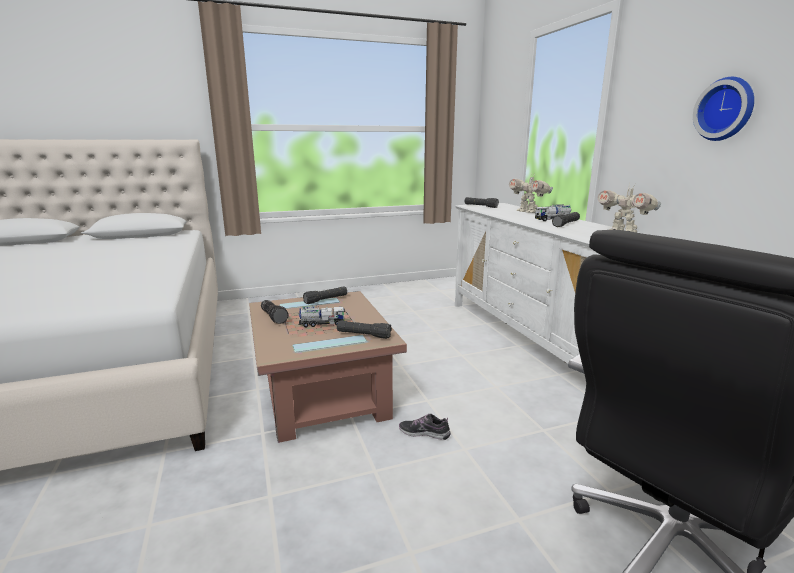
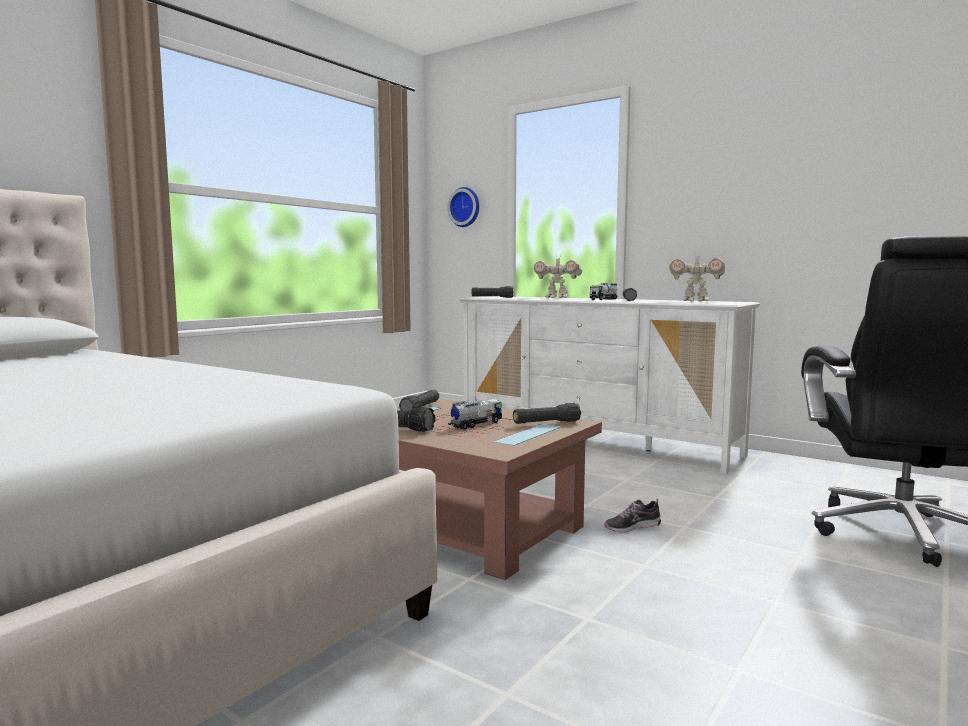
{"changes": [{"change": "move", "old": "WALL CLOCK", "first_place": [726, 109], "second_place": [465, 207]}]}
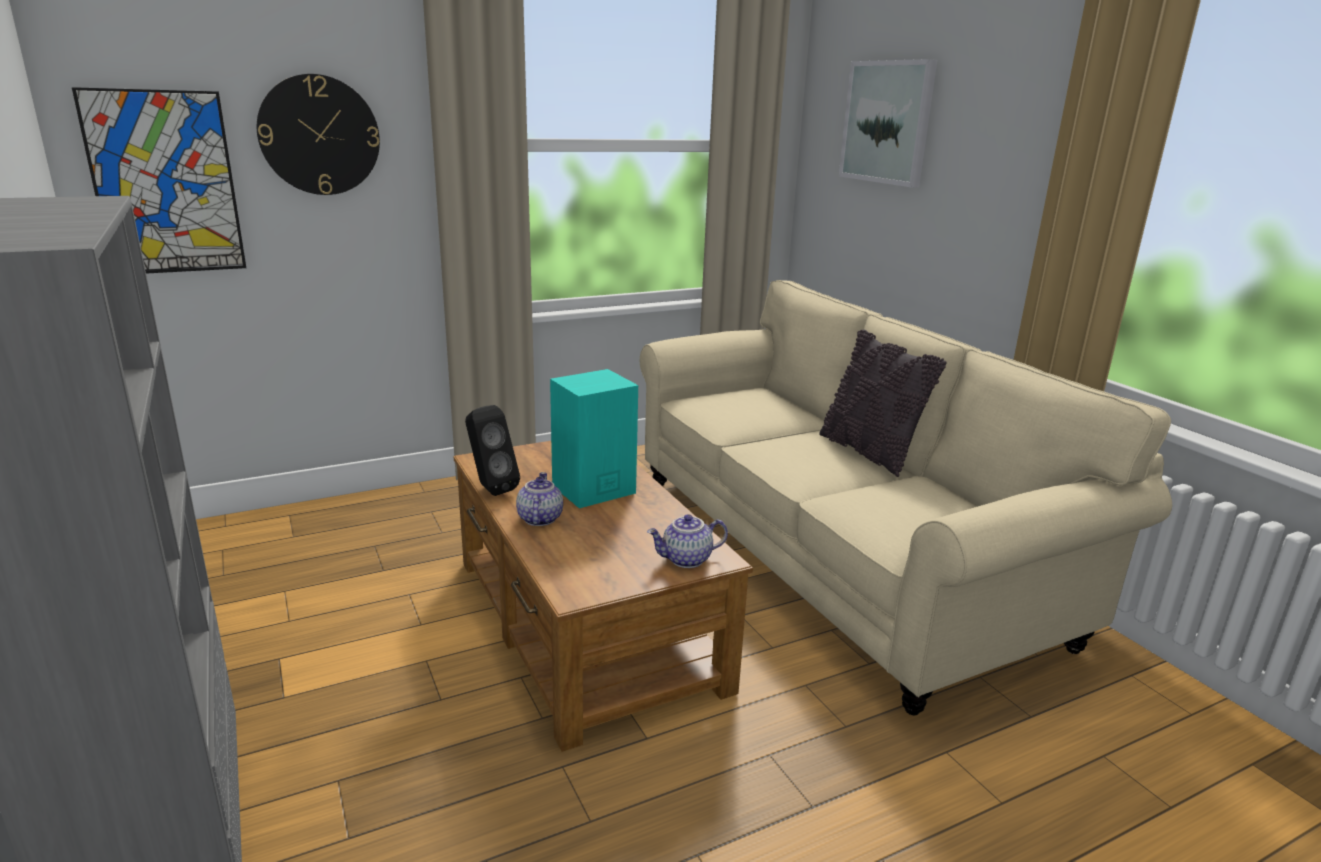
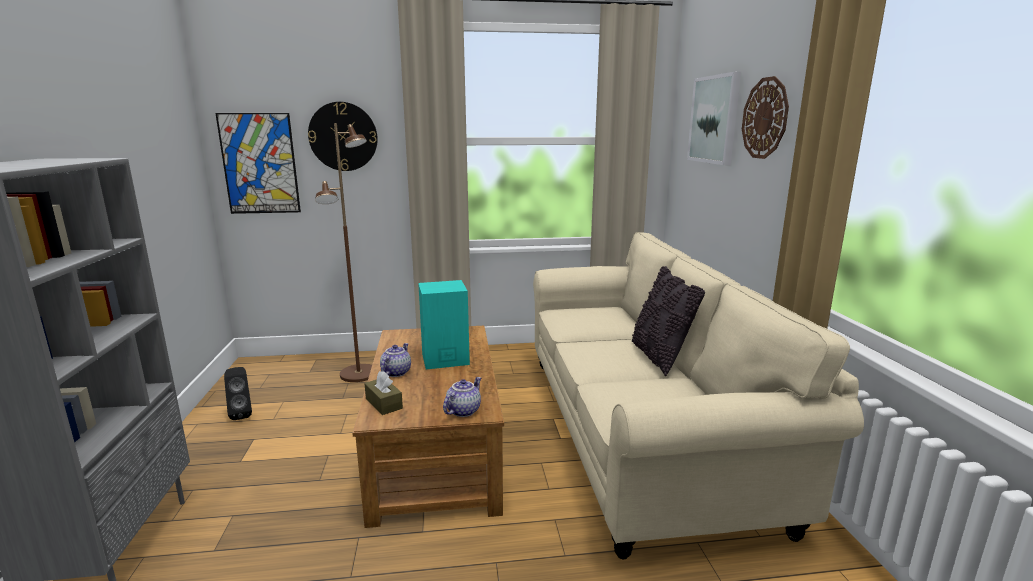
{"changes": [{"change": "move", "old": "BLACK SPEAKER", "first_place": [490, 488], "second_place": [242, 414]}, {"change": "insert", "new": "BROWN FLOOR LAMP", "second_place": [359, 374]}, {"change": "insert", "new": "BROWN TISSUE BOX", "second_place": [384, 403]}, {"change": "rotate", "old": "TEAPOT", "first_place": [686, 560], "second_place": [463, 410], "degrees": 120}, {"change": "insert", "new": "WALL CLOCK", "second_place": [765, 118]}]}
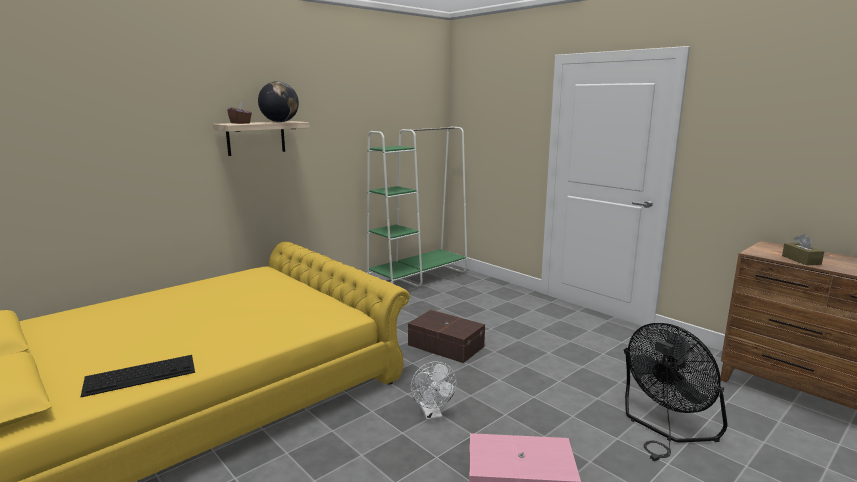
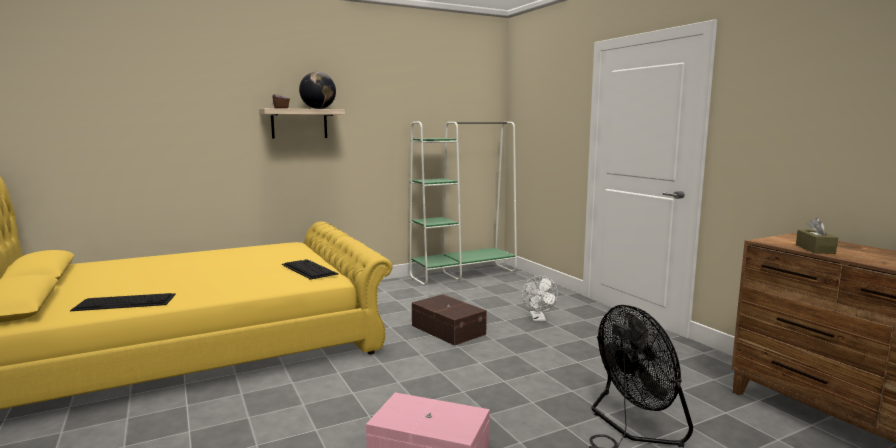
{"changes": [{"change": "insert", "new": "KEYBOARD", "second_place": [308, 269]}, {"change": "move", "old": "WHITE FAN", "first_place": [432, 414], "second_place": [538, 319]}]}
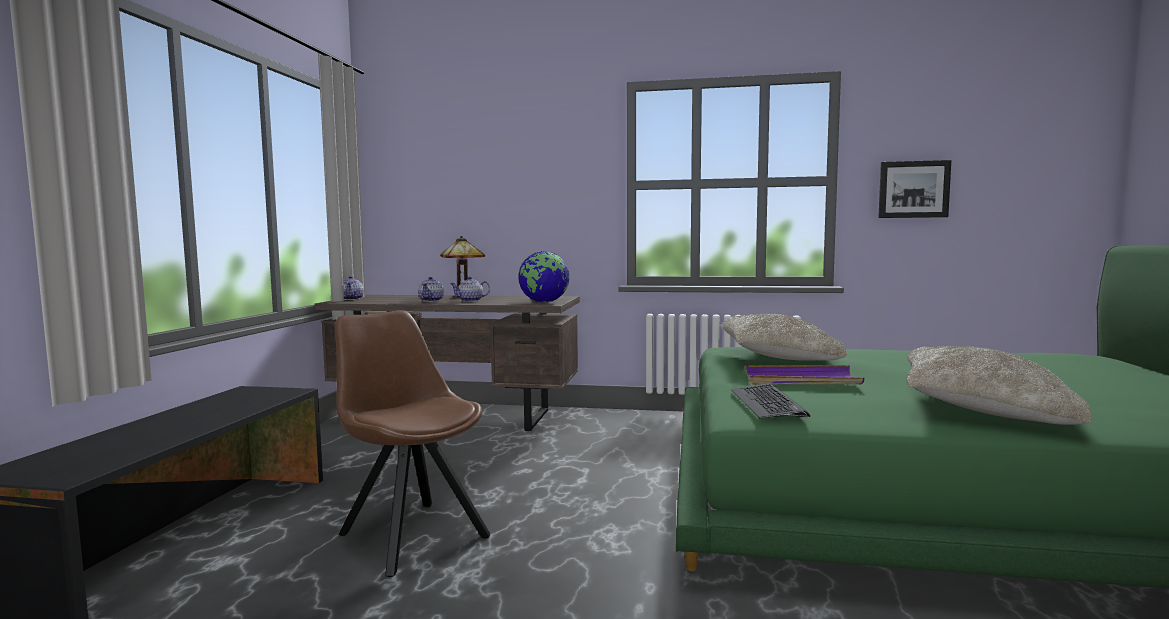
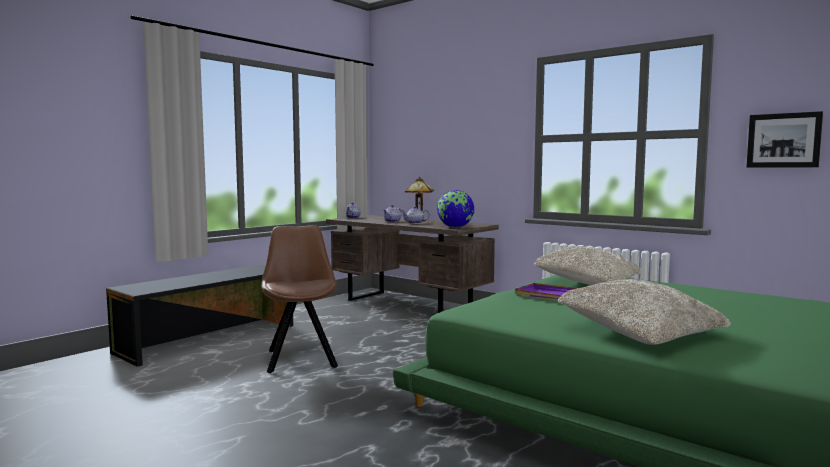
{"changes": [{"change": "delete", "old": "KEYBOARD", "first_place": [768, 403]}]}
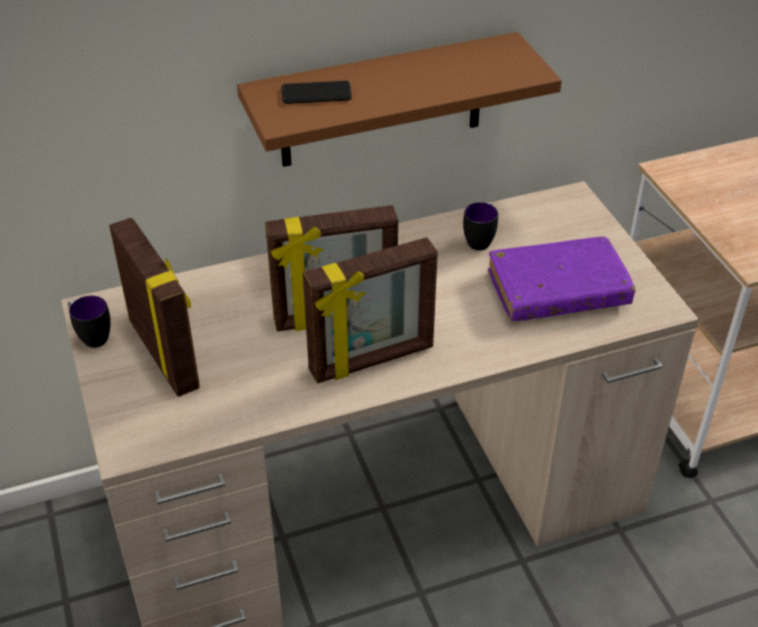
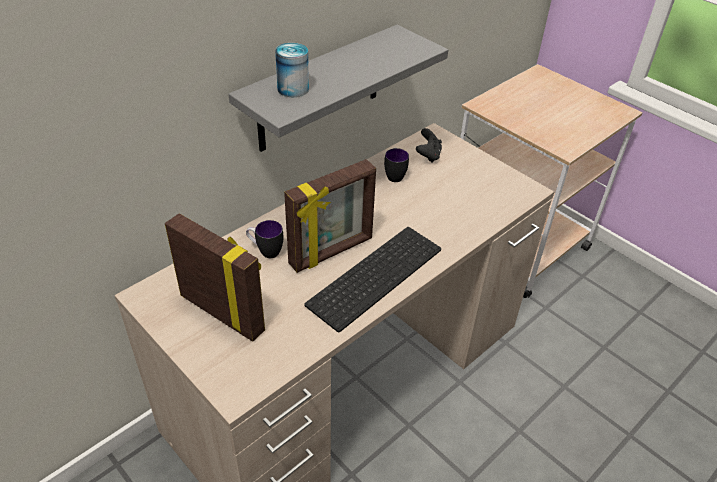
{"changes": [{"change": "recolor", "old": "BROWN SHELF", "new": "GREY SHELF", "first_place": [382, 101], "second_place": [320, 90]}, {"change": "move", "old": "MUG", "first_place": [91, 336], "second_place": [265, 251]}, {"change": "replace", "old": "PHONE", "new": "CAN", "first_place": [316, 94], "second_place": [293, 89]}, {"change": "replace", "old": "PICTURE FRAME", "new": "KEYBOARD", "first_place": [372, 360], "second_place": [374, 274]}, {"change": "insert", "new": "BLACK GAME CONTROLLER", "second_place": [428, 155]}, {"change": "delete", "old": "PURPLE BOOK", "first_place": [558, 291]}]}
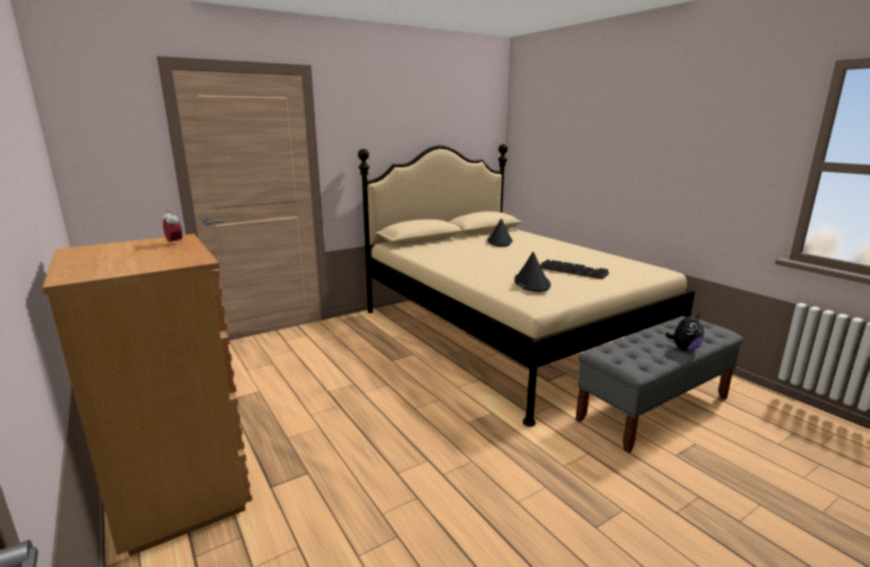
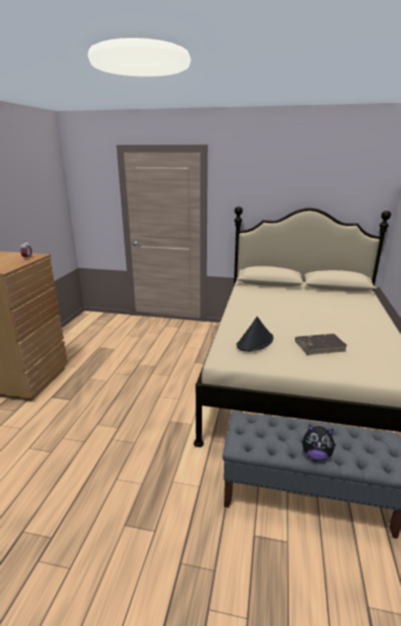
{"changes": [{"change": "replace", "old": "KEYBOARD", "new": "BROWN BOOK", "first_place": [574, 271], "second_place": [320, 346]}, {"change": "delete", "old": "BLACK HAT", "first_place": [500, 241]}]}
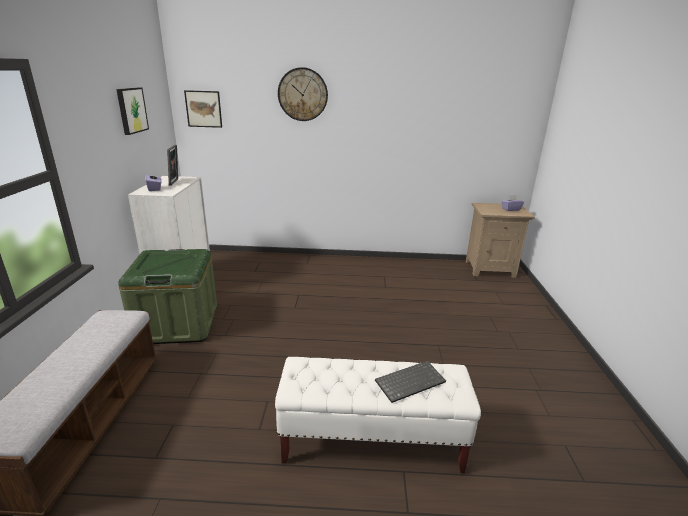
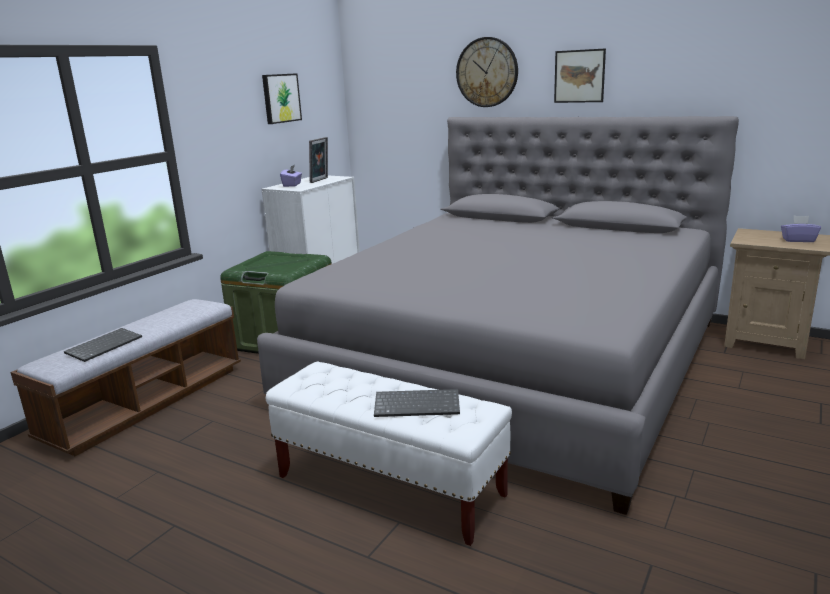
{"changes": [{"change": "insert", "new": "KEYBOARD", "second_place": [104, 345]}, {"change": "insert", "new": "GREY BED", "second_place": [514, 362]}, {"change": "move", "old": "PICTURE", "first_place": [203, 109], "second_place": [579, 76]}]}
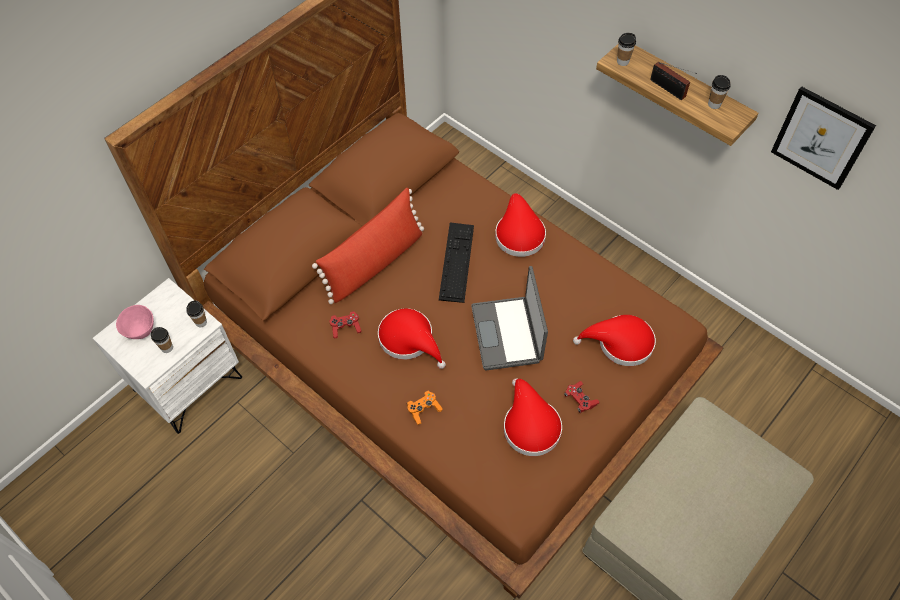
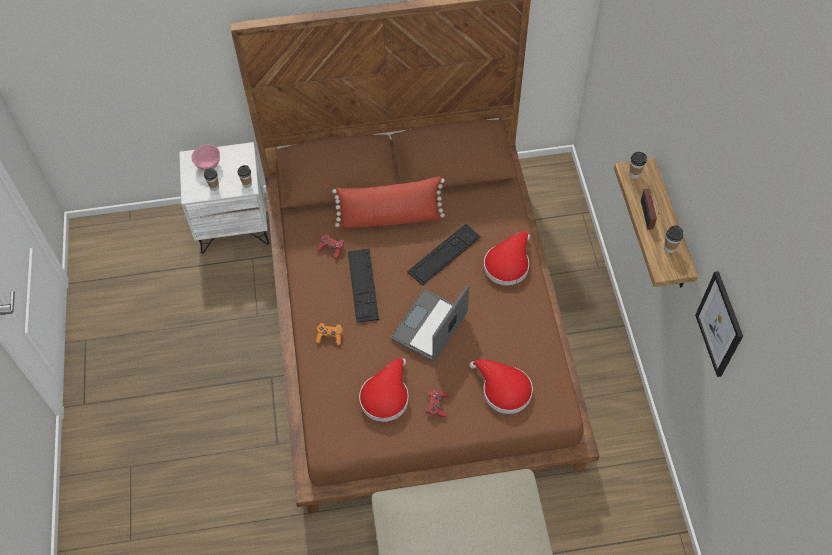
{"changes": [{"change": "replace", "old": "RED HAT", "new": "KEYBOARD", "first_place": [409, 340], "second_place": [363, 285]}]}
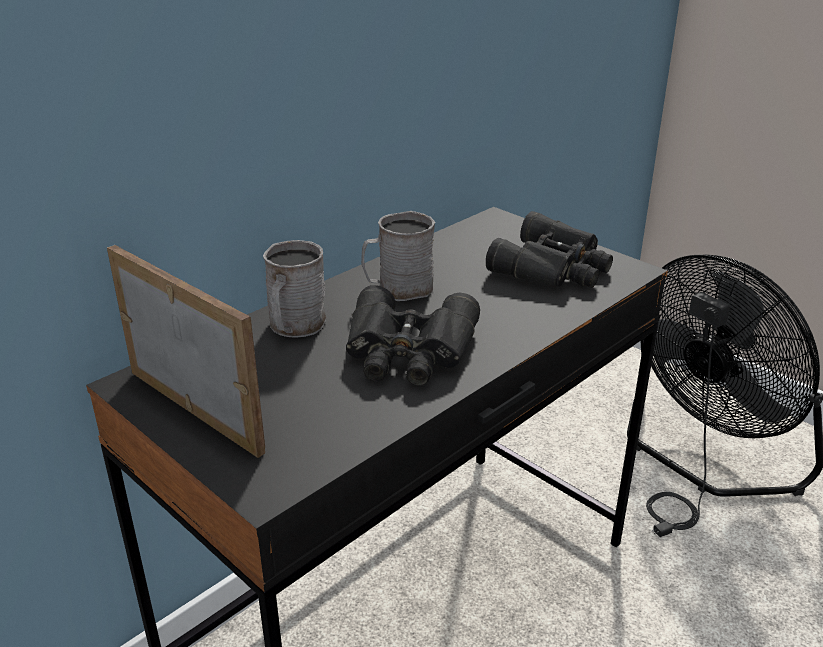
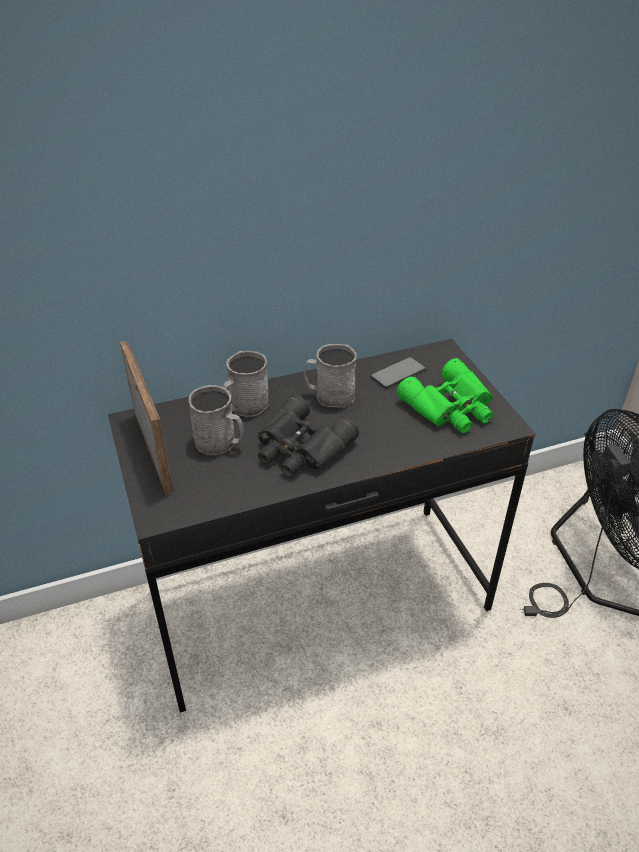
{"changes": [{"change": "insert", "new": "GREY MUG", "second_place": [220, 443]}, {"change": "insert", "new": "PHONE", "second_place": [398, 373]}, {"change": "recolor", "old": "BLACK BINOCULARS", "new": "GREEN BINOCULARS", "first_place": [554, 267], "second_place": [451, 407]}]}
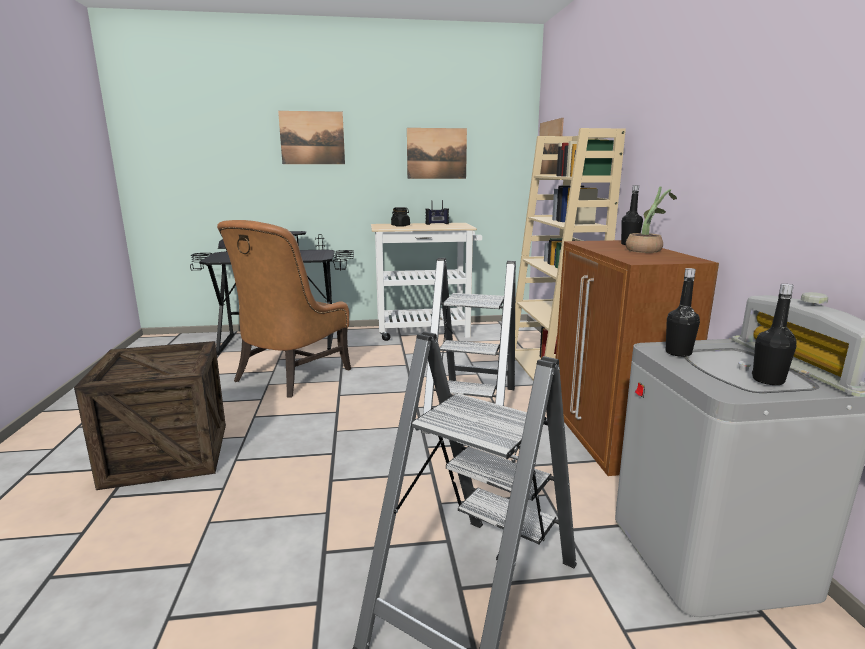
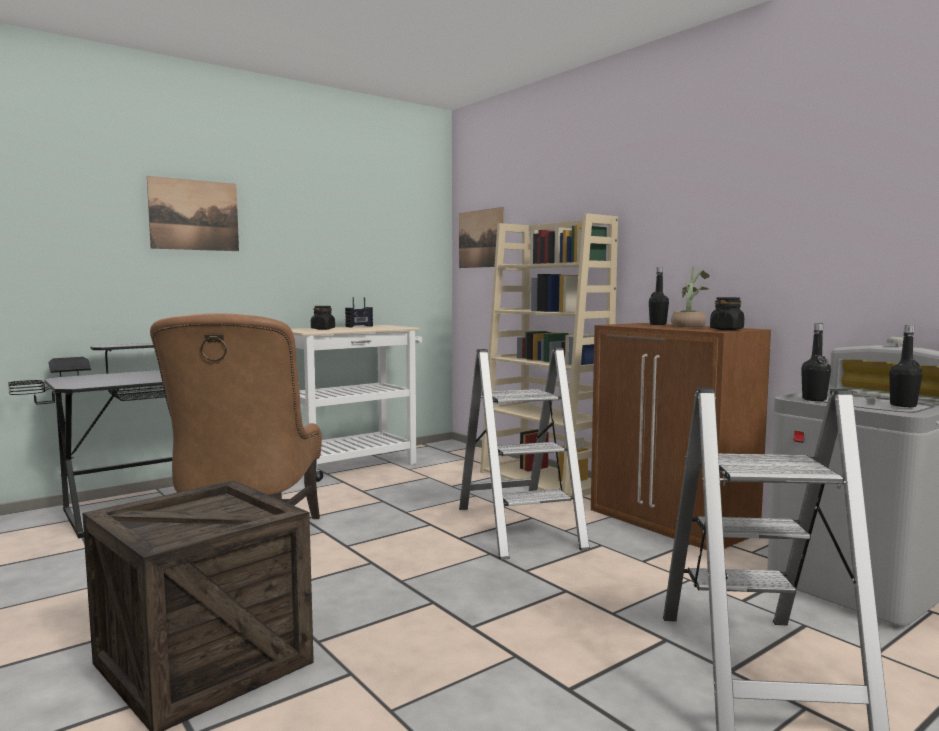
{"changes": [{"change": "insert", "new": "BLACK JAR", "second_place": [726, 329]}, {"change": "delete", "old": "PICTURE", "first_place": [436, 153]}]}
